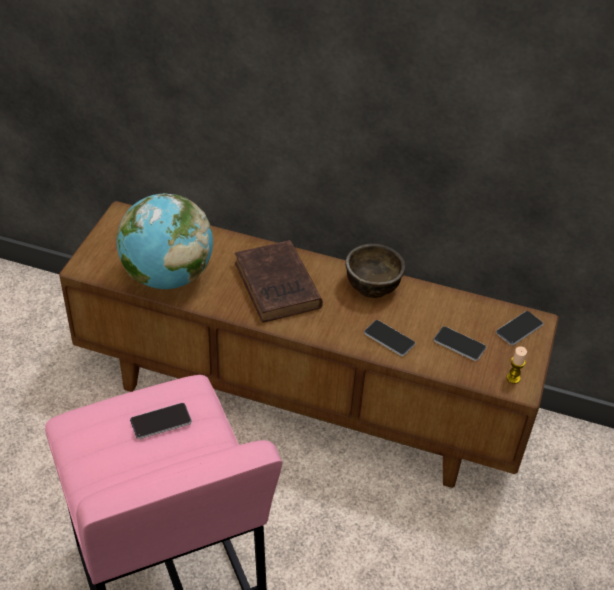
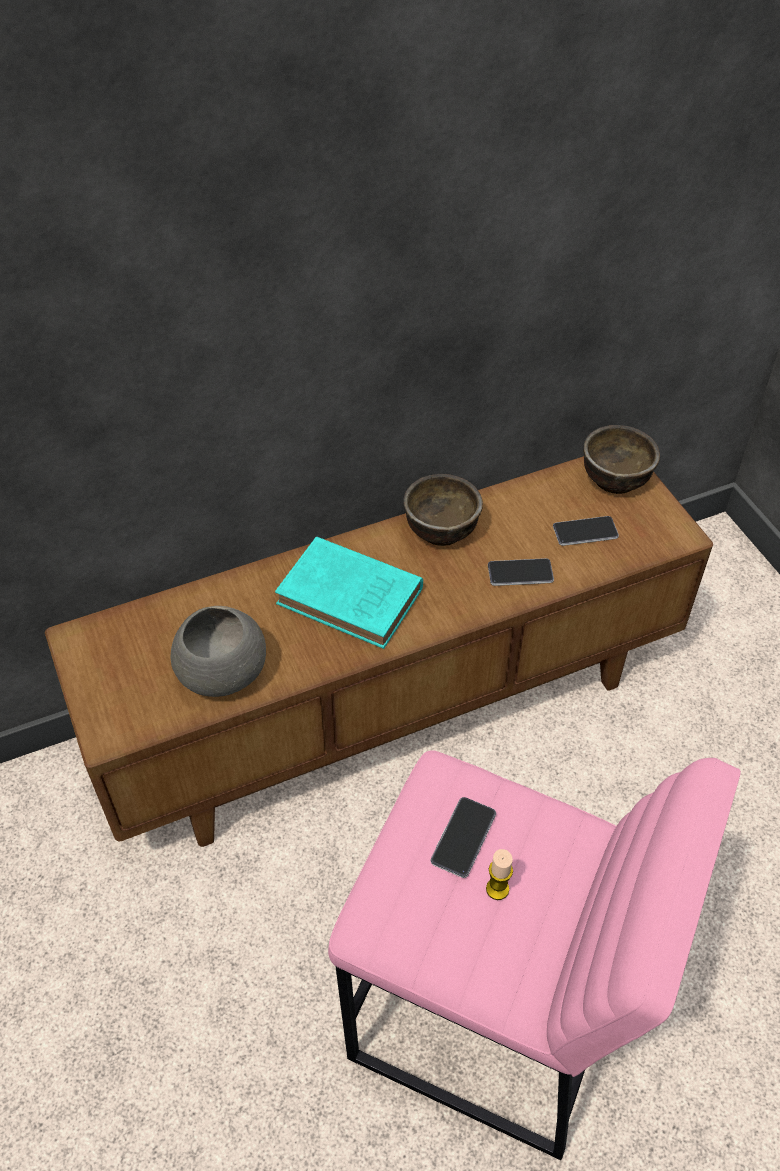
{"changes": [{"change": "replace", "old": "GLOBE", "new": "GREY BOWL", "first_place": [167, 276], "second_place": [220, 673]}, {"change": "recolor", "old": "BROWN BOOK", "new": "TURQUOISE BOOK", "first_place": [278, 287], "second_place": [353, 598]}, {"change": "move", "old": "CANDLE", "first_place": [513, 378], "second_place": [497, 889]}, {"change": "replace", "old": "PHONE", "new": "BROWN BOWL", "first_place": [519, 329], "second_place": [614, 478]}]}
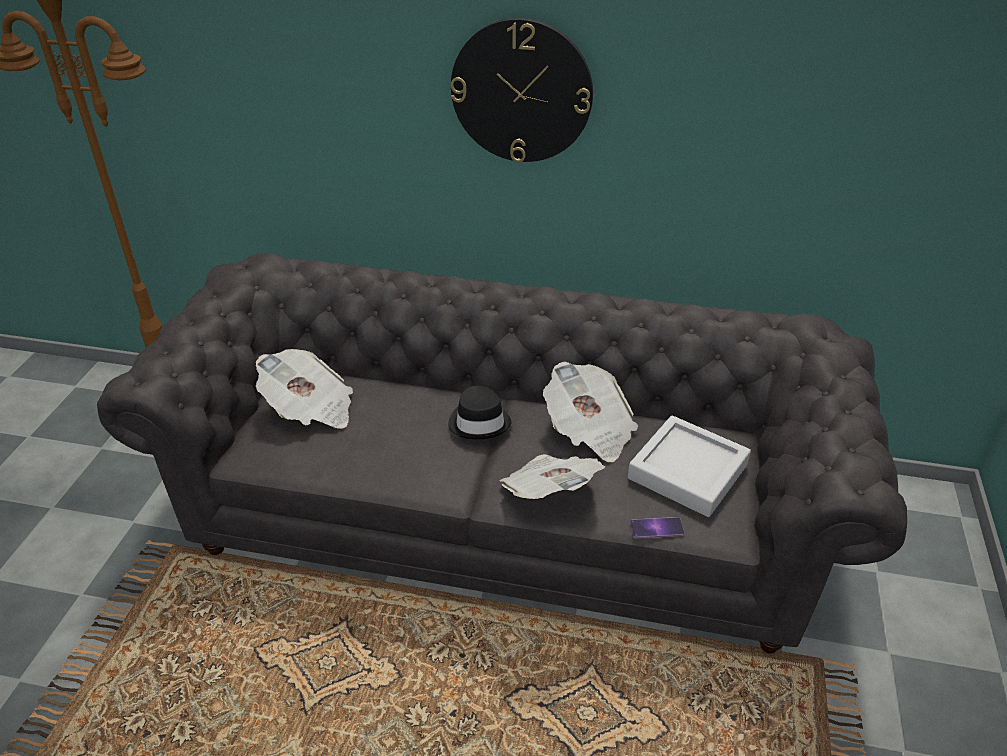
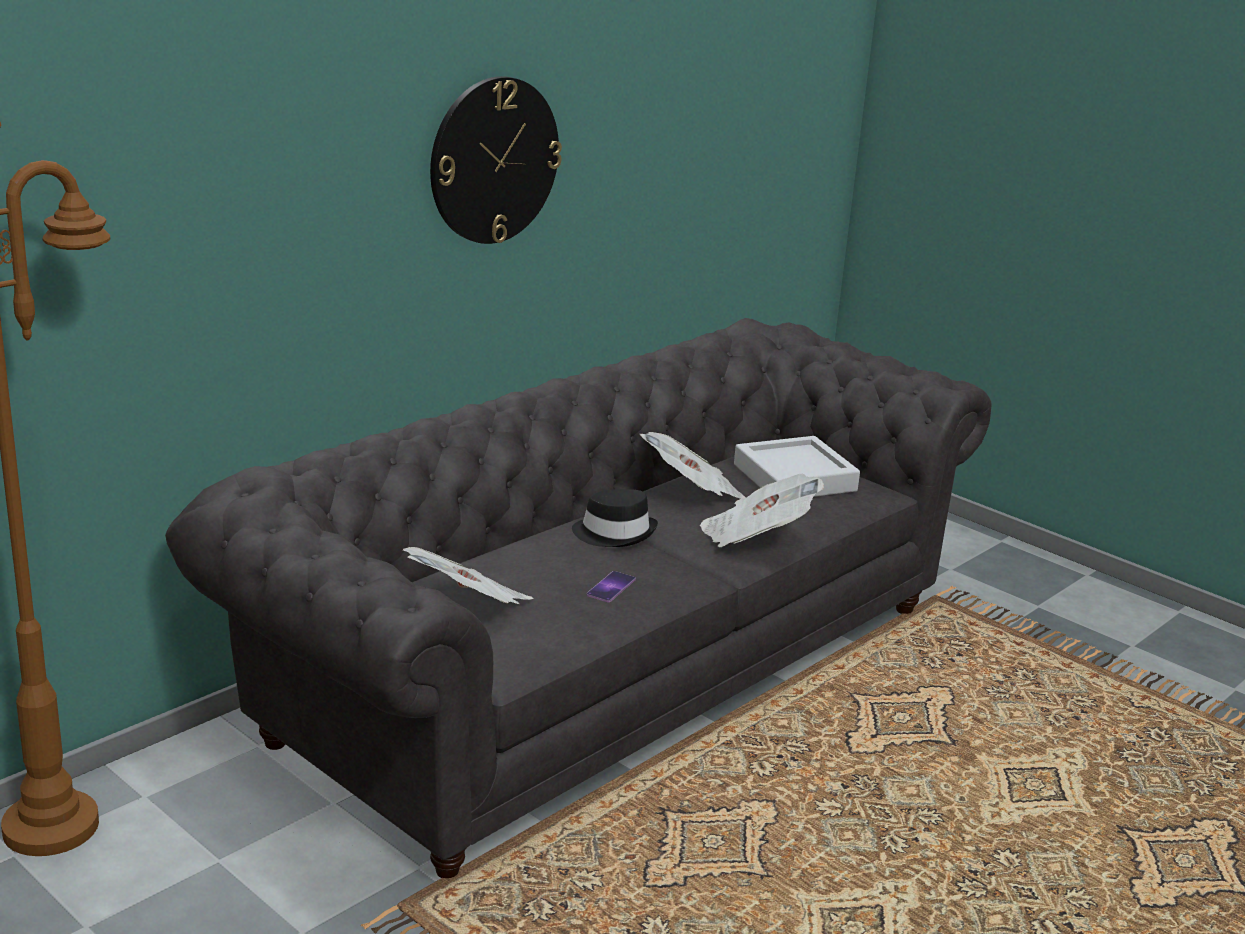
{"changes": [{"change": "move", "old": "PHONE", "first_place": [656, 528], "second_place": [611, 587]}]}
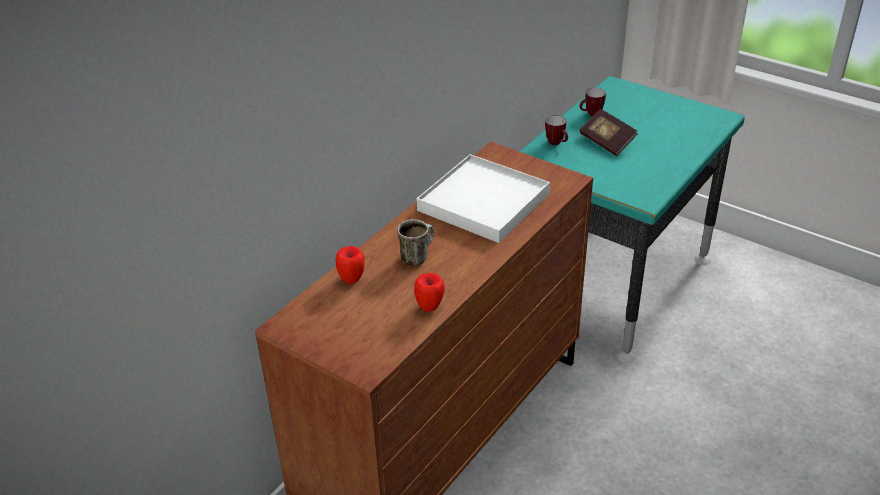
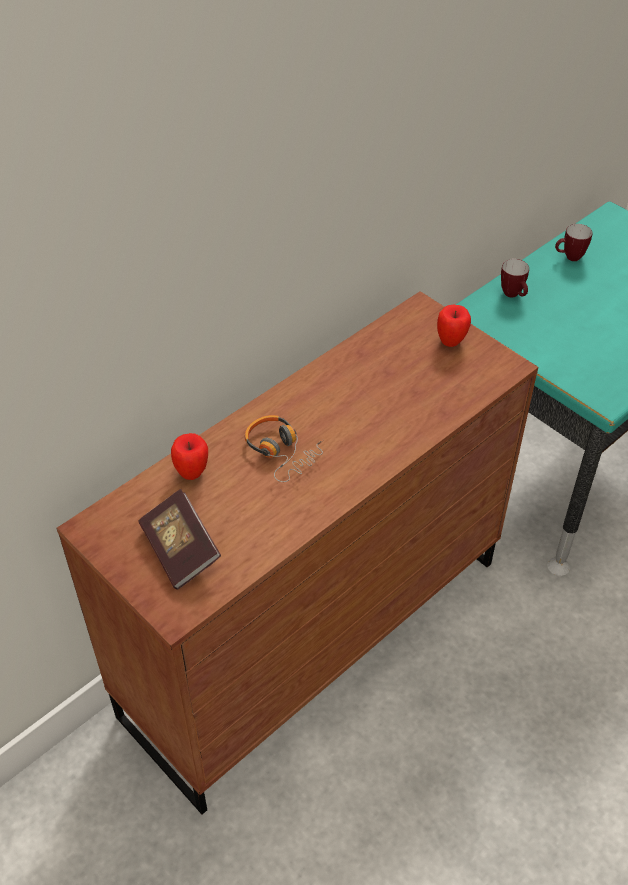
{"changes": [{"change": "move", "old": "BOOK", "first_place": [607, 142], "second_place": [180, 550]}, {"change": "replace", "old": "MUG", "new": "HEADPHONES", "first_place": [417, 256], "second_place": [281, 451]}, {"change": "move", "old": "APPLE", "first_place": [430, 307], "second_place": [451, 342]}, {"change": "delete", "old": "WHITE TRAY", "first_place": [484, 202]}]}
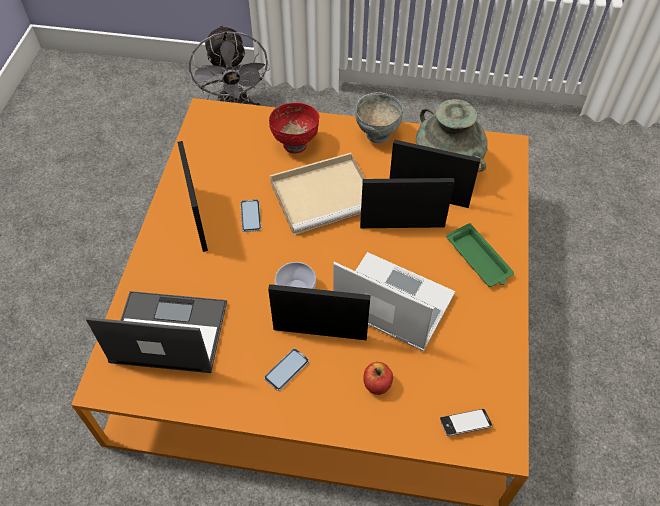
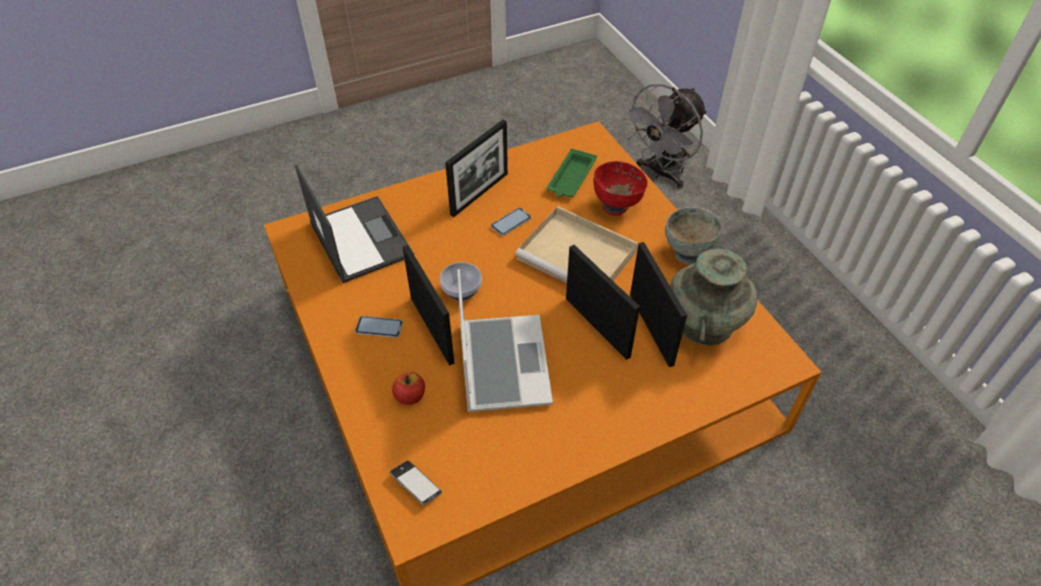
{"changes": [{"change": "move", "old": "GREEN TRAY", "first_place": [479, 259], "second_place": [571, 178]}]}
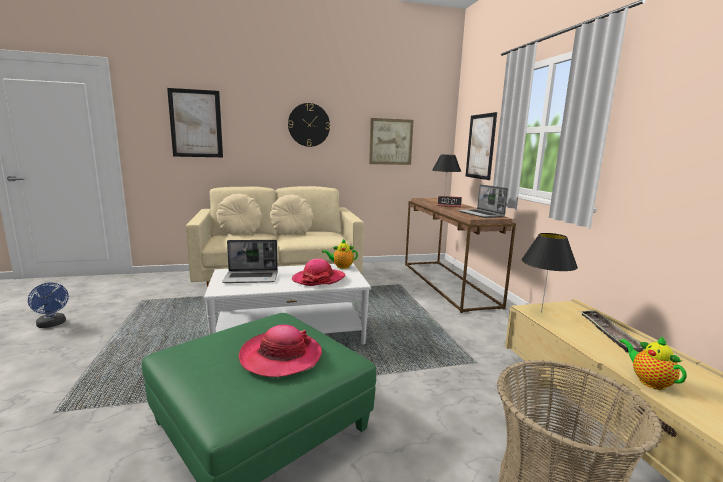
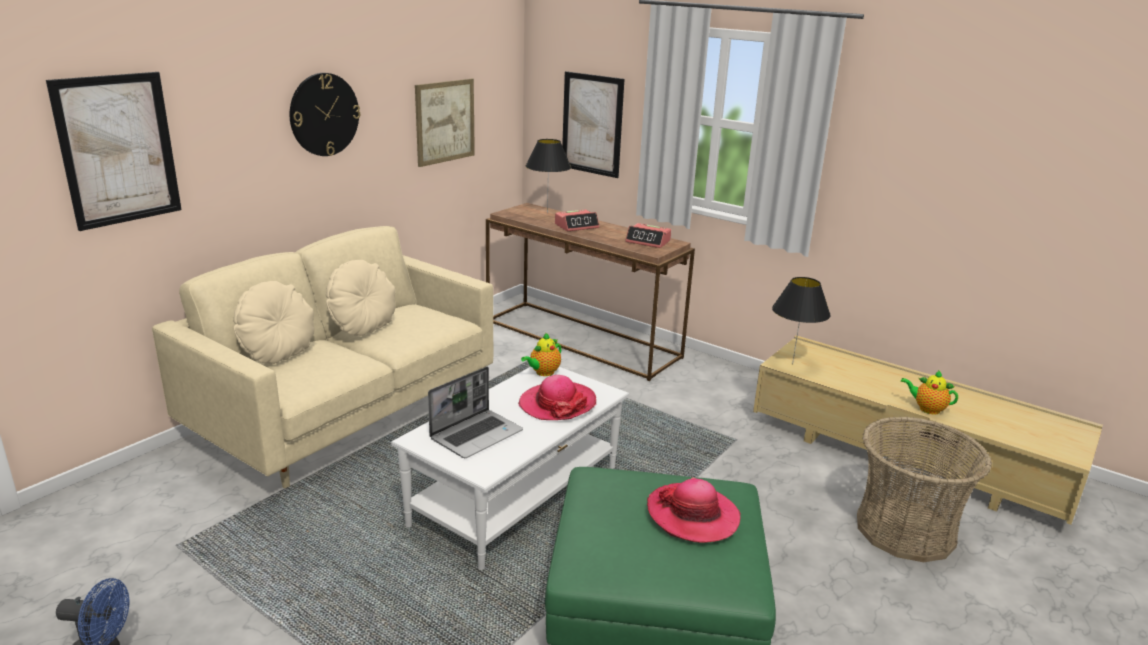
{"changes": [{"change": "replace", "old": "LAPTOP", "new": "ALARM CLOCK", "first_place": [481, 214], "second_place": [648, 241]}, {"change": "delete", "old": "TRAY", "first_place": [608, 333]}]}
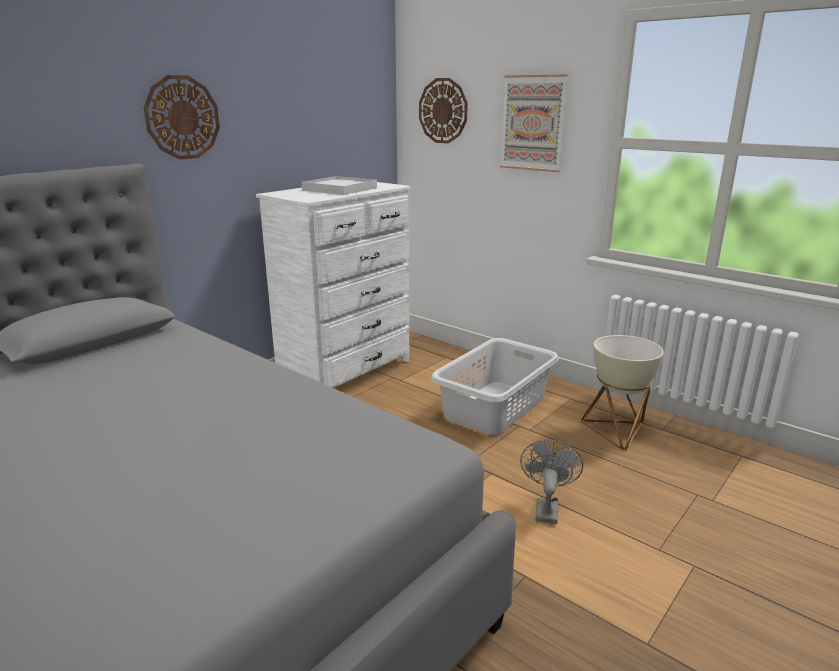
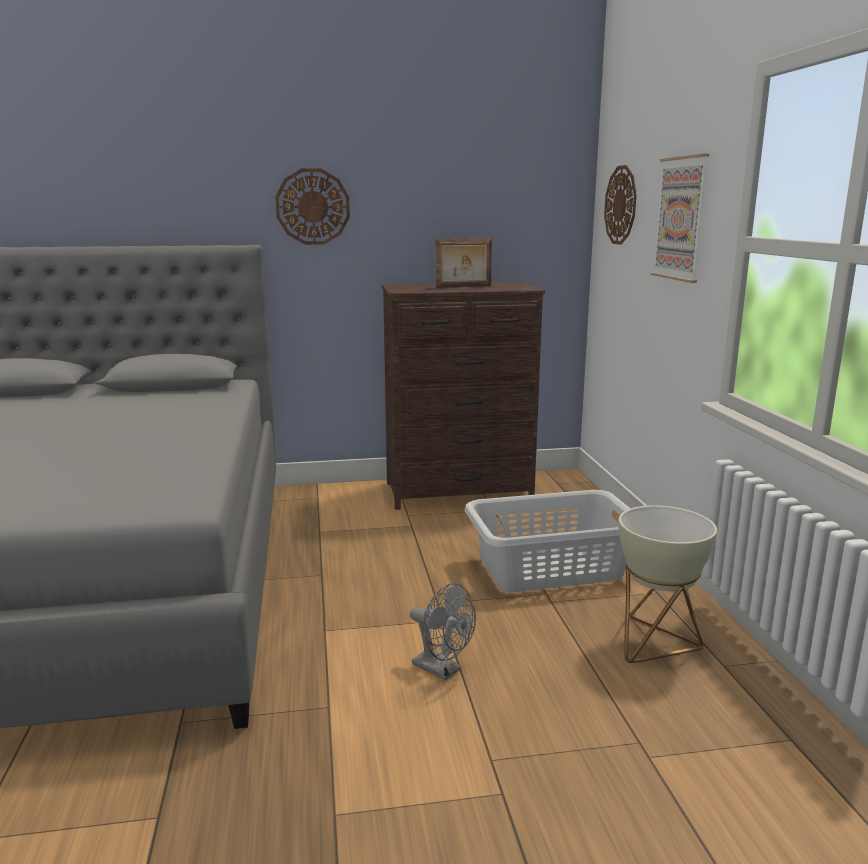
{"changes": [{"change": "recolor", "old": "WHITE DRESSER", "new": "BROWN DRESSER", "first_place": [347, 372], "second_place": [459, 492]}, {"change": "rotate", "old": "GREY FAN", "first_place": [546, 508], "second_place": [442, 670], "degrees": 75}, {"change": "replace", "old": "WHITE TRAY", "new": "PICTURE FRAME", "first_place": [340, 189], "second_place": [463, 286]}]}
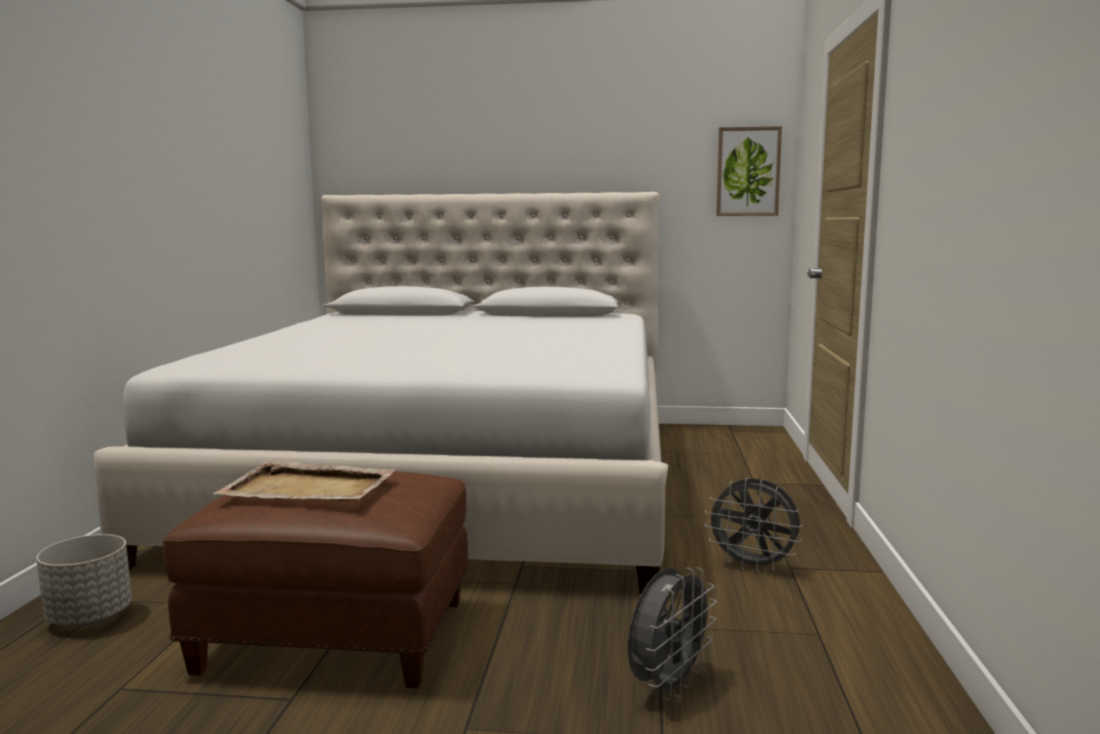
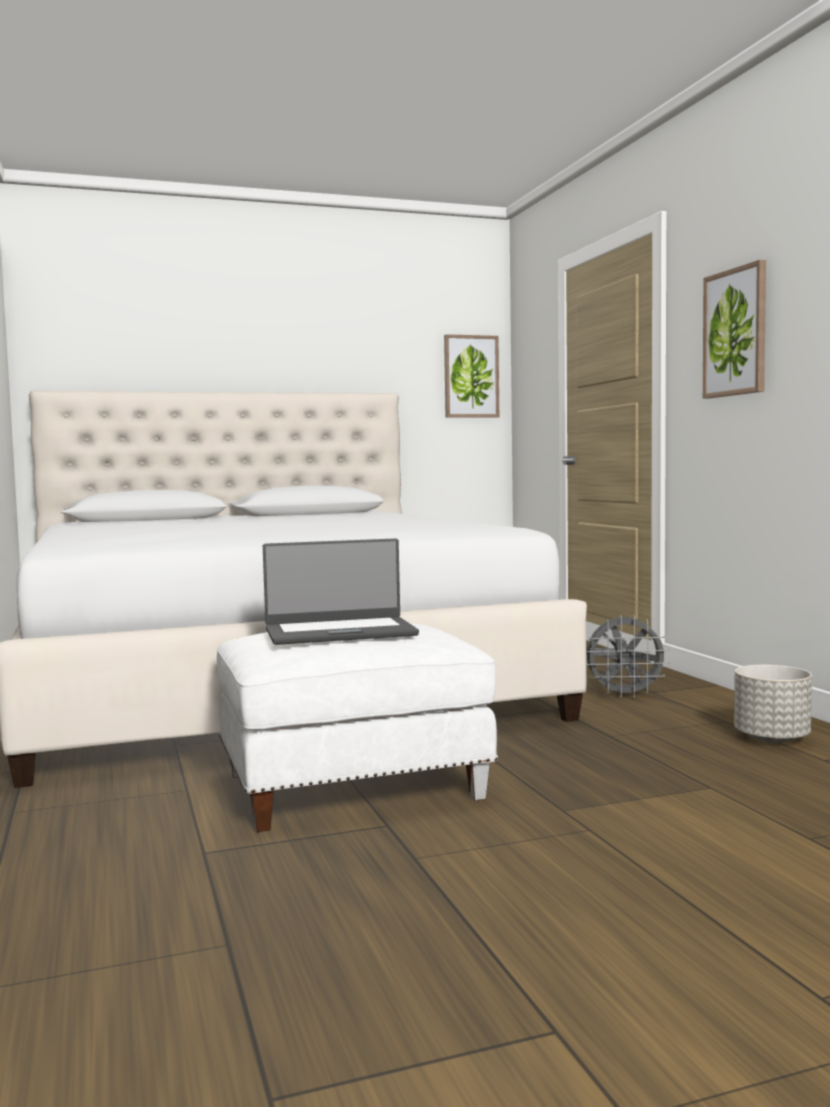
{"changes": [{"change": "recolor", "old": "BROWN OTTOMAN", "new": "WHITE OTTOMAN", "first_place": [338, 634], "second_place": [354, 785]}, {"change": "replace", "old": "BEIGE TRAY", "new": "LAPTOP", "first_place": [310, 488], "second_place": [339, 632]}, {"change": "insert", "new": "PICTURE", "second_place": [736, 332]}, {"change": "move", "old": "GREY PLANTER", "first_place": [90, 618], "second_place": [772, 739]}, {"change": "delete", "old": "GREY FAN", "first_place": [667, 686]}]}
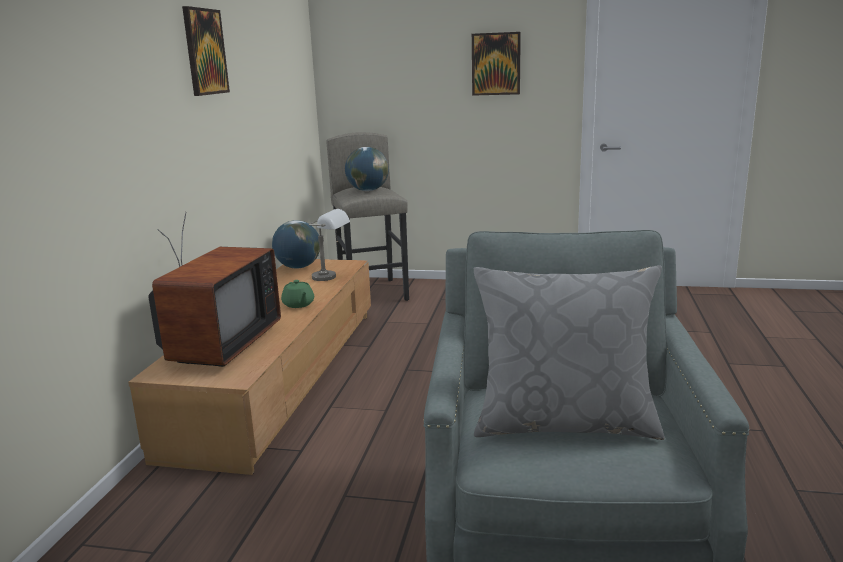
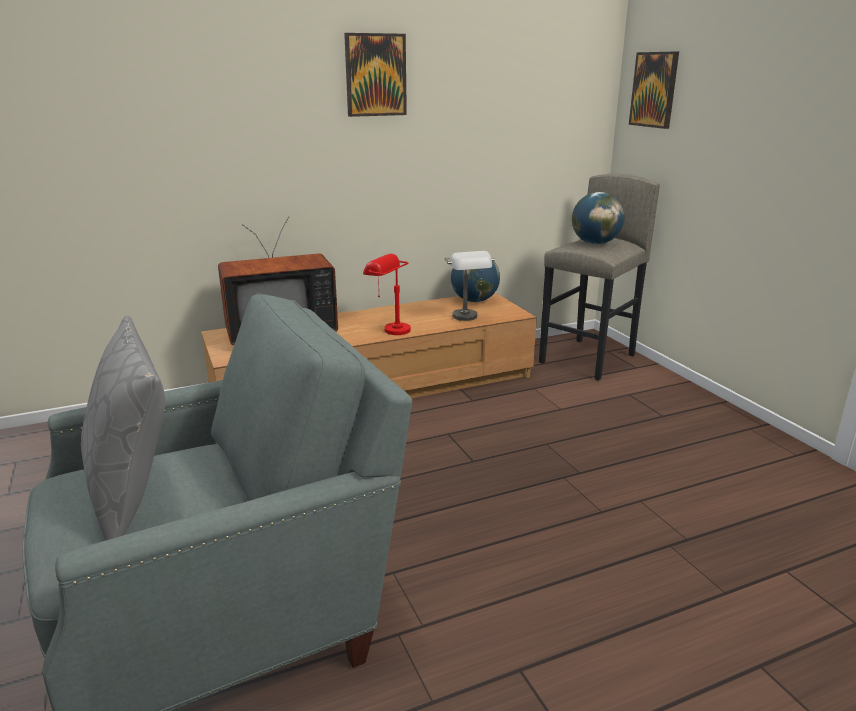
{"changes": [{"change": "replace", "old": "GREEN TEAPOT", "new": "RED TABLE LAMP", "first_place": [298, 304], "second_place": [389, 329]}, {"change": "move", "old": "PICTURE", "first_place": [496, 64], "second_place": [654, 90]}]}
